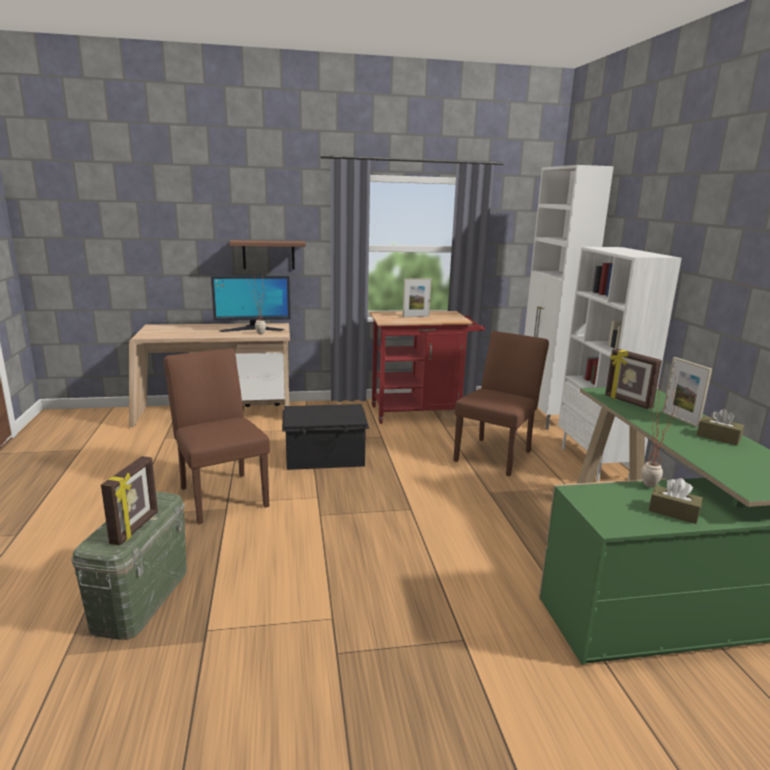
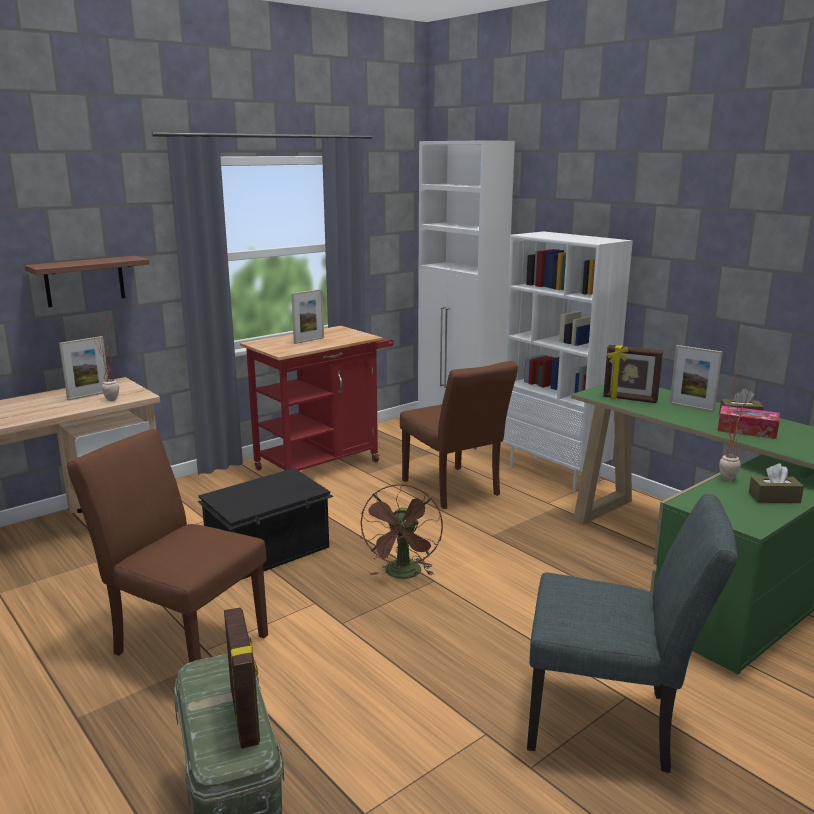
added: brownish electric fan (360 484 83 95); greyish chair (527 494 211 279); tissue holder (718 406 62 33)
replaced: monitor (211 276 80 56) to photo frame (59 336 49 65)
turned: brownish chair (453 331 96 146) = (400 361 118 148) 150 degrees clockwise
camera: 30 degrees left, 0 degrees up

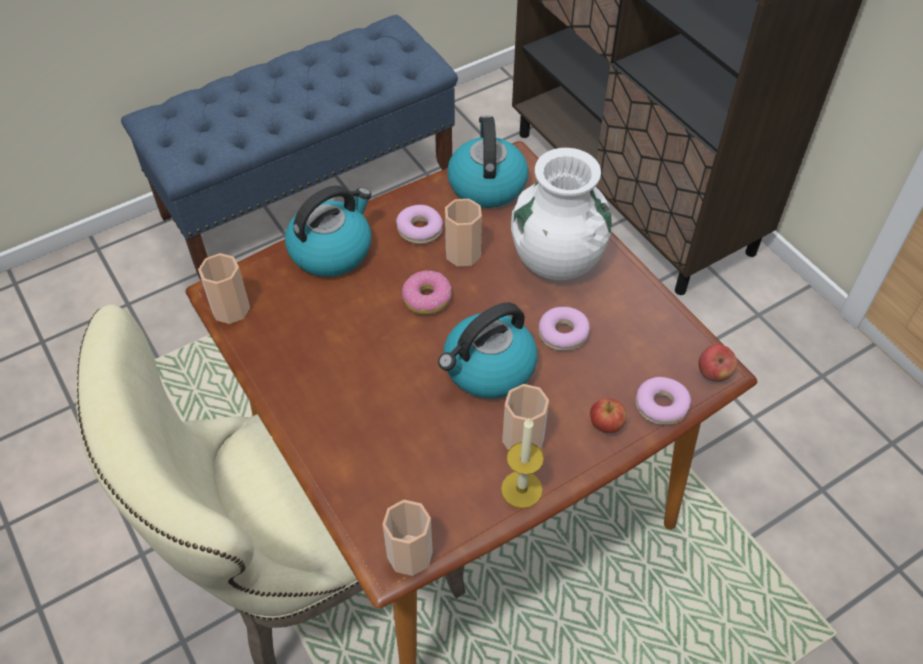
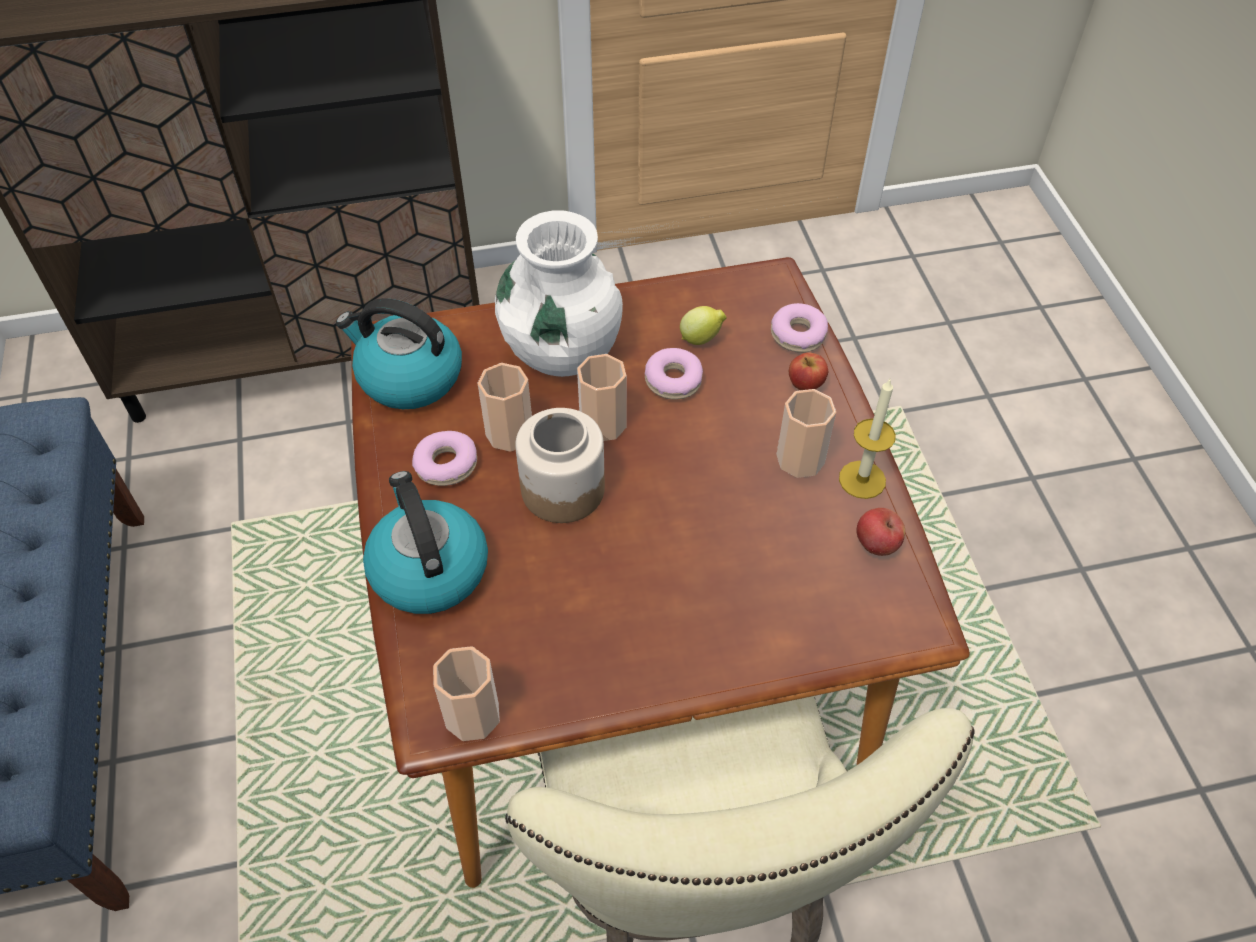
removed: kettle (438 302 99 96)
added: citrus fruit (680 306 47 39)
moved: drinking cup (382 500 51 76) to (577 354 50 87); apple (699 344 38 38) to (857 508 48 48)
replaced: ring doughnut (402 271 50 43) to preserve jar (515 408 90 115)
camera: 70 degrees left, 0 degrees up

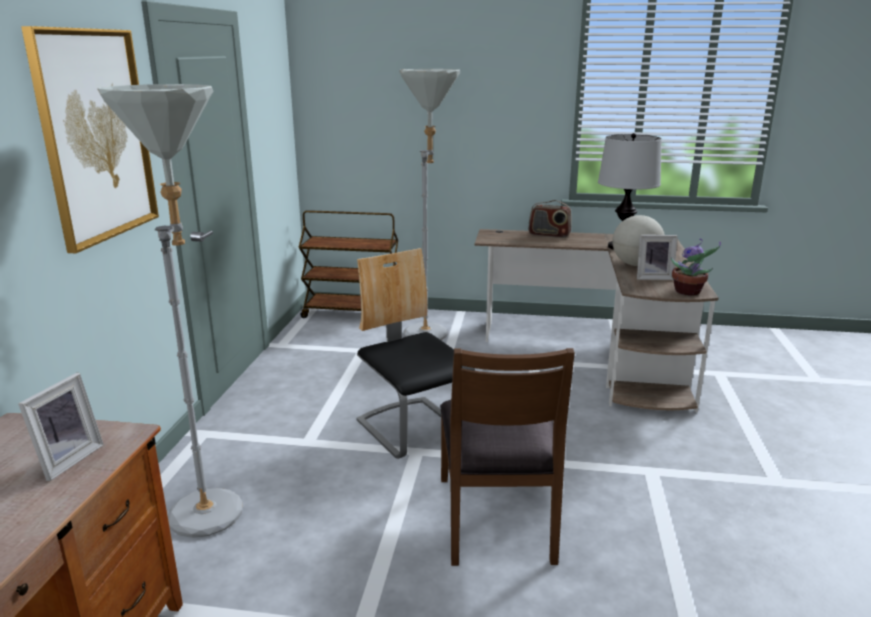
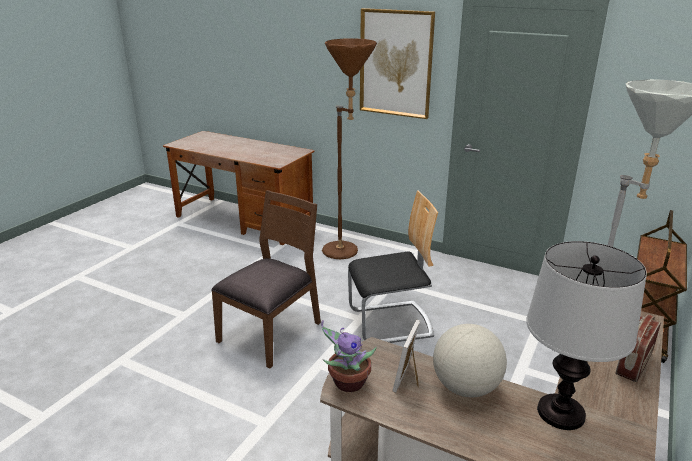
removed: photo frame (18 373 86 108)
recoloured: greyish floor lamp (98 84 145 454) to brownish floor lamp (322 38 55 221)
turned: brownish chair (440 348 135 218) = (211 190 110 178) 105 degrees clockwise
camera: 110 degrees right, 5 degrees up

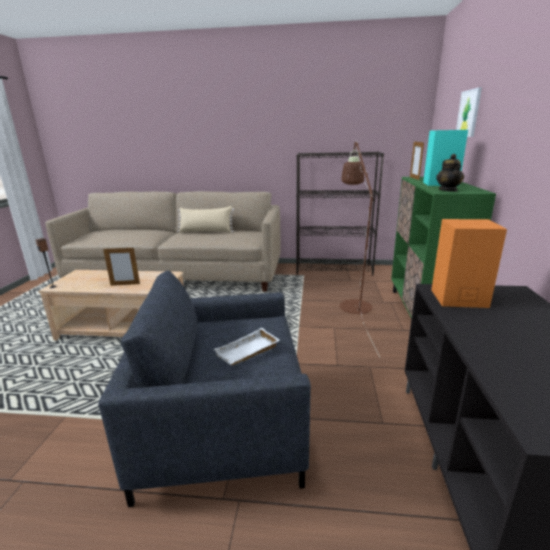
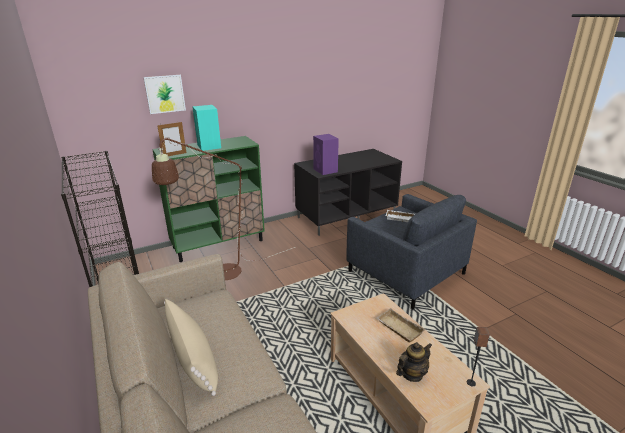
moved: tea pot (436 154 28 38) to (396 342 36 40)
replaced: photo frame (103 247 37 39) to sand-coloured carrying tray (376 308 49 35)
recoloured: orangey speaker (431 219 76 89) to purple-coloured speaker (313 134 26 41)
camera: 125 degrees left, 5 degrees up

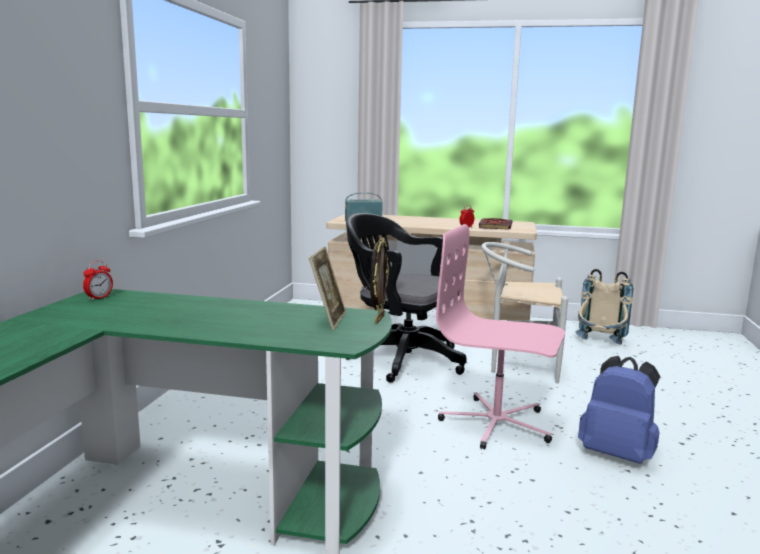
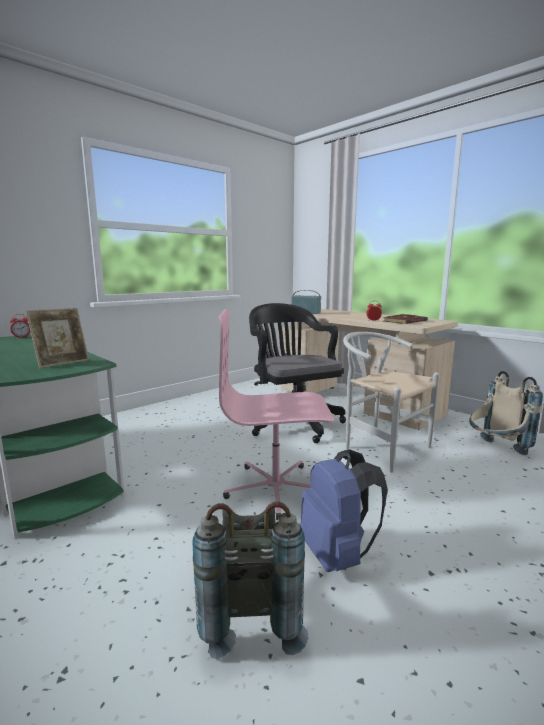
removed: photo frame (370 237 19 87)
added: greyish rucksack (192 502 117 157)
turned: pink desk chair (436 224 129 225) = (219 309 115 211) 60 degrees counterclockwise
camera: 35 degrees right, 0 degrees up

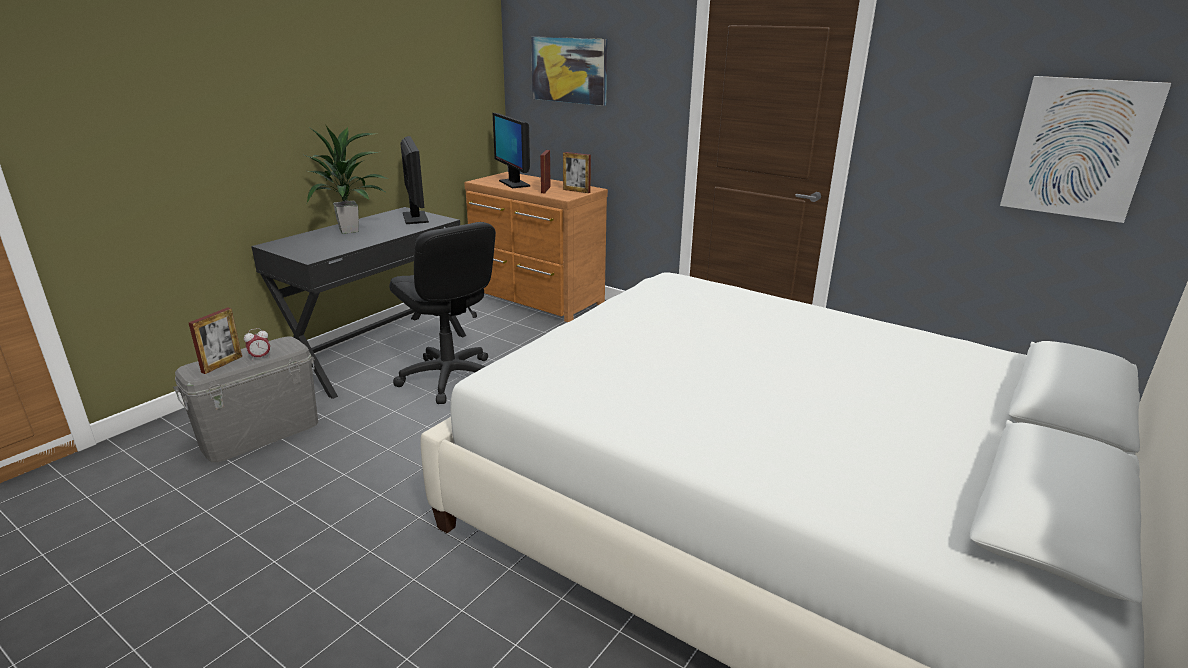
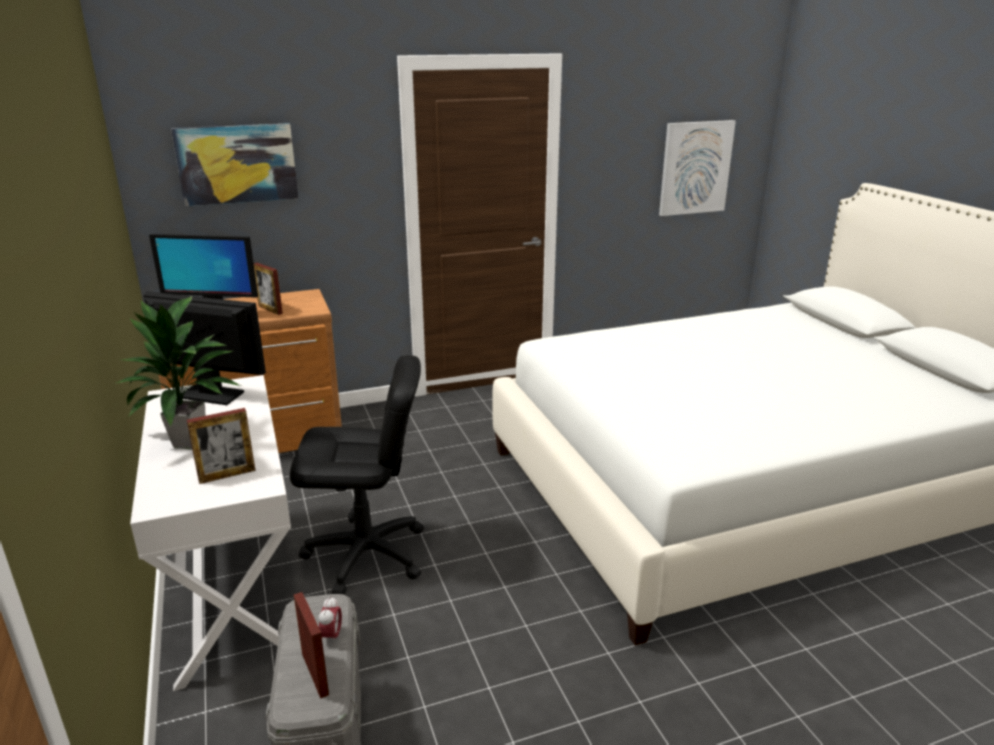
moved: photo frame (563 152 28 41) to (187 408 69 76)
recoloured: black-coloured desk (251 207 215 192) to white-coloured desk (130 375 161 316)
camera: 55 degrees left, 0 degrees up

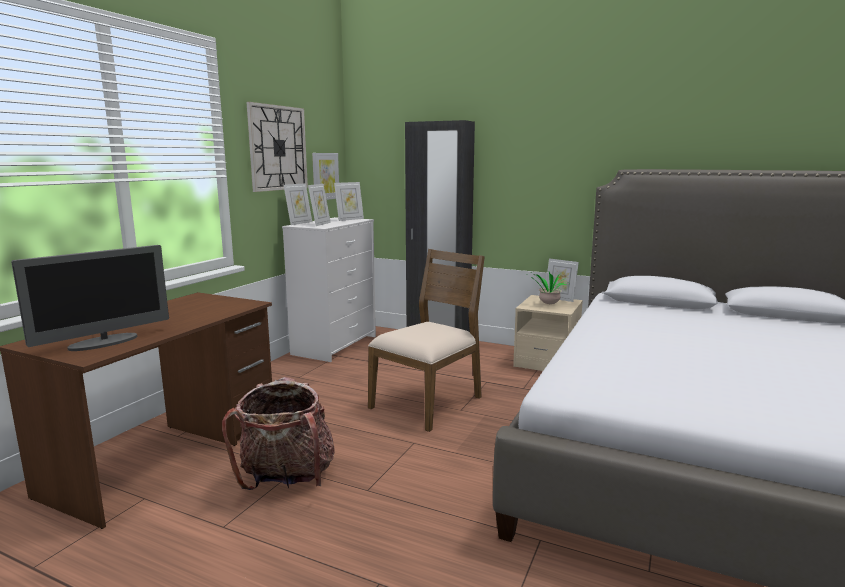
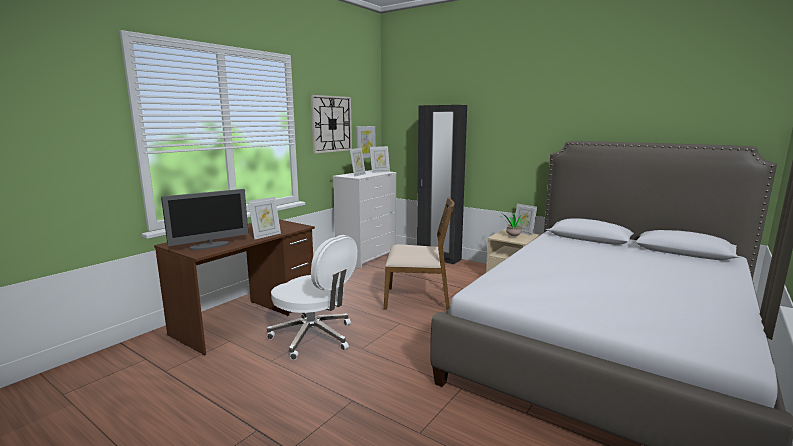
moved: photo frame (284 183 28 42) to (248 197 33 42)
replaced: rucksack (222 377 113 113) to white-coloured desk chair (267 235 90 125)
turned: brownish chair (368 249 117 183) = (384 197 70 113) 45 degrees clockwise
camera: 10 degrees right, 0 degrees up

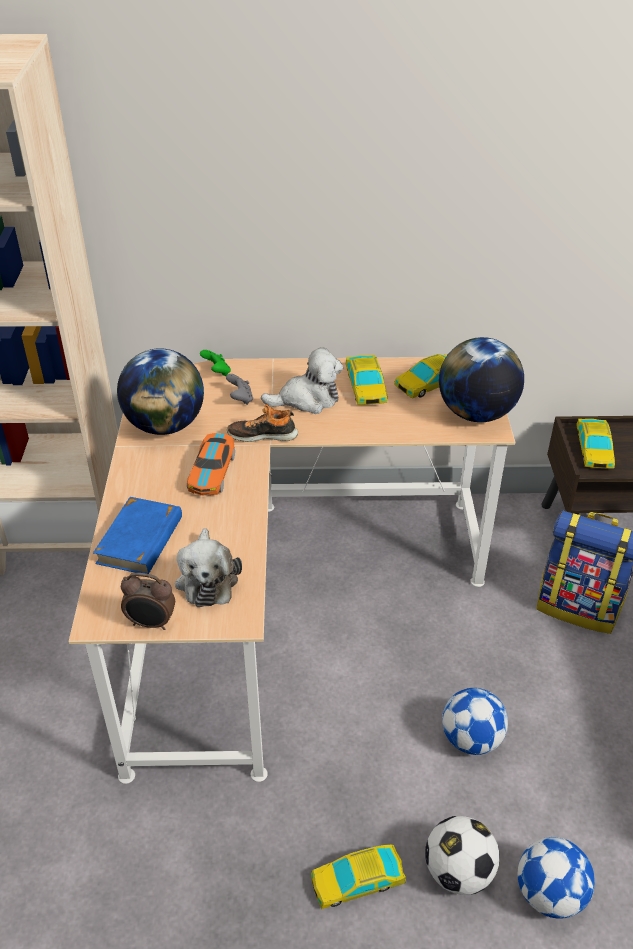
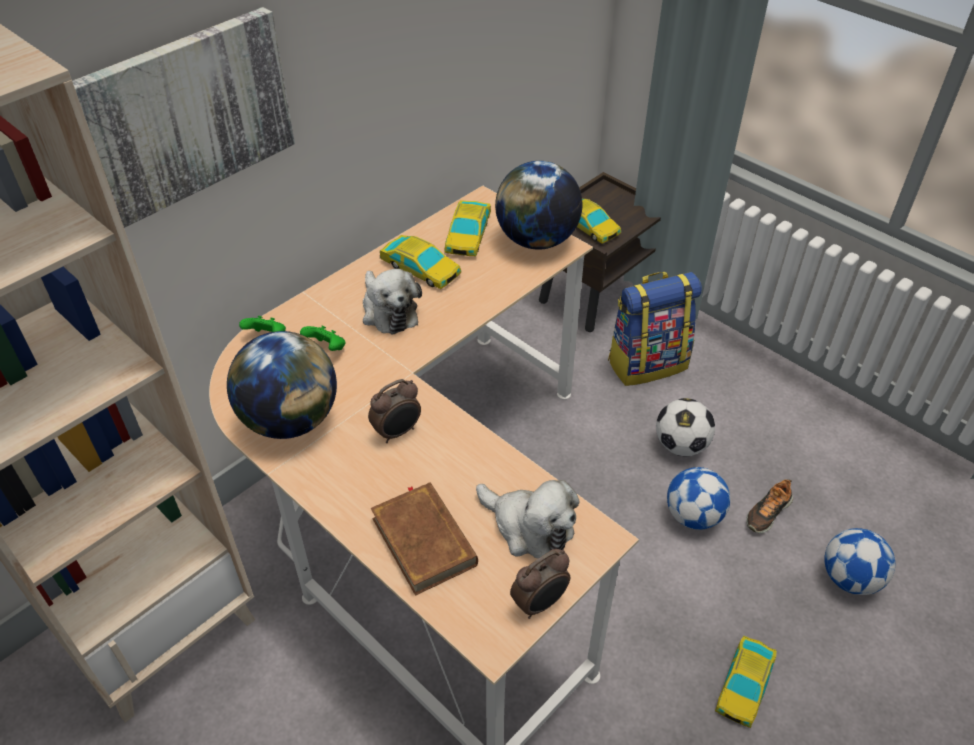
added: wall picture (72 7 223 221)
moved: low shoe (227 404 71 38) to (746 479 47 54); football ball (425 816 75 79) to (656 398 59 58)
replaced: model car (187 433 48 63) to alarm clock (368 379 53 64)
recoloured: blue-coloured bound book (93 497 89 77) to brownish bound book (371 482 107 114); greyish joypad (226 374 27 31) to greenish joypad (300 326 45 25)
turned: plush toy (261 347 82 67) = (363 269 59 66) 120 degrees clockwise
camera: 45 degrees left, 5 degrees up

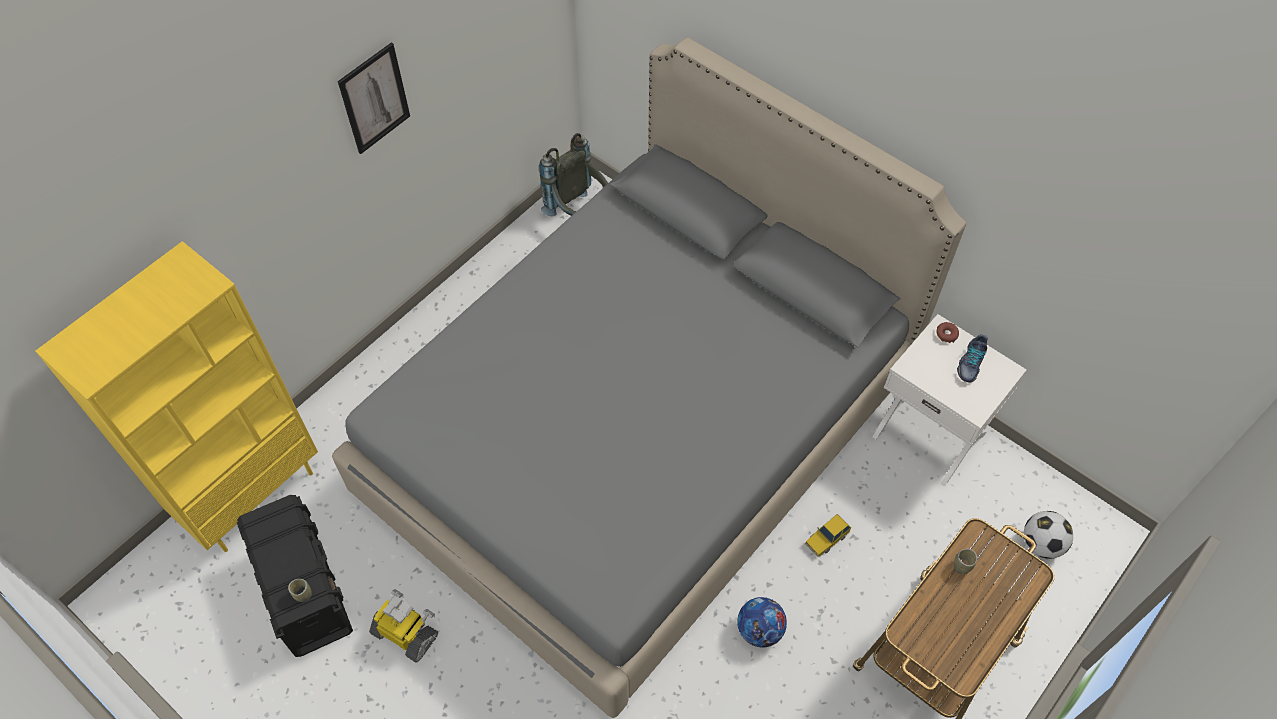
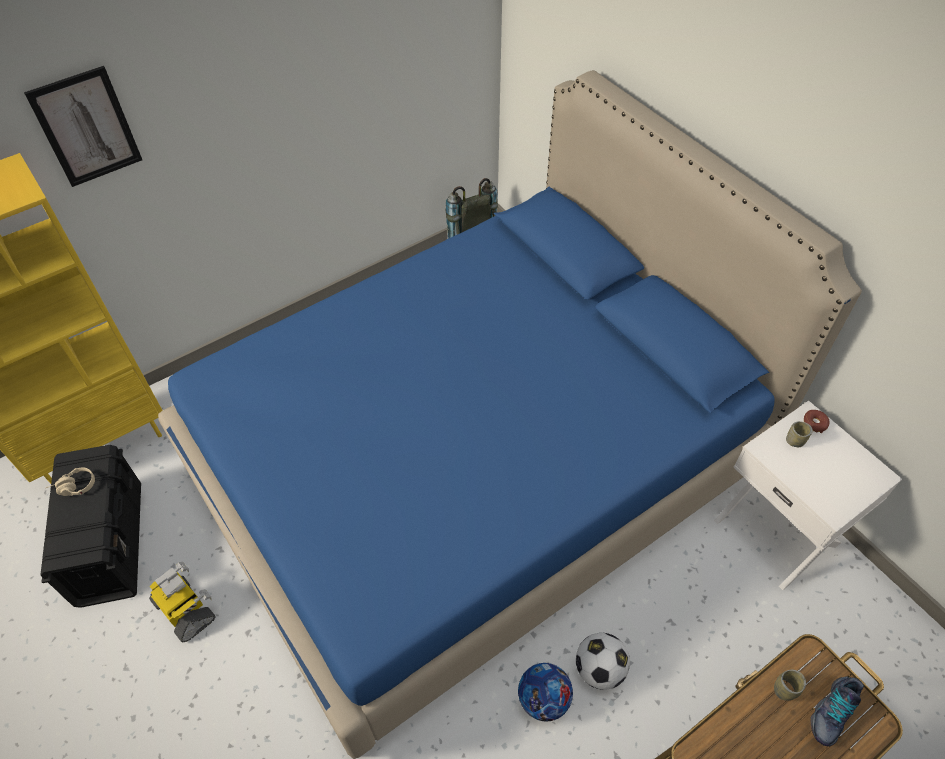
removed: model car (805 514 46 44)
added: sand-coloured headphones (46 467 49 29)
moved: drinking cup (288 579 24 23) to (786 421 27 26); wall picture (338 42 72 112) to (24 66 118 121); low shoe (957 334 31 49) to (811 677 53 69); football ball (1024 511 49 48) to (576 633 54 57)
recoloured: greyish sleeping bed (332 37 635 681) to blue-coloured sleeping bed (158 70 704 689)
camera: 15 degrees right, 5 degrees down

